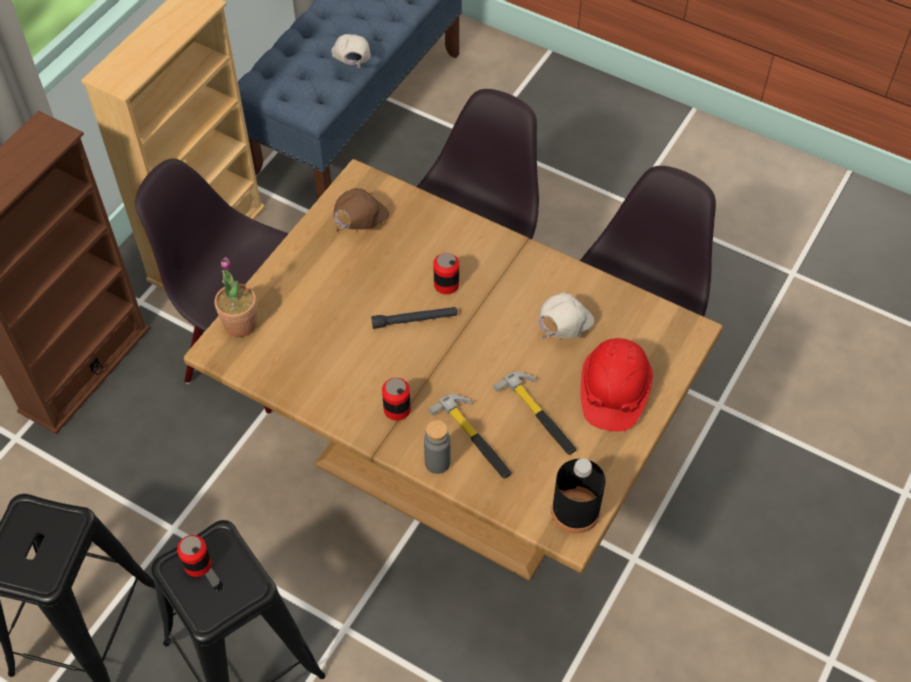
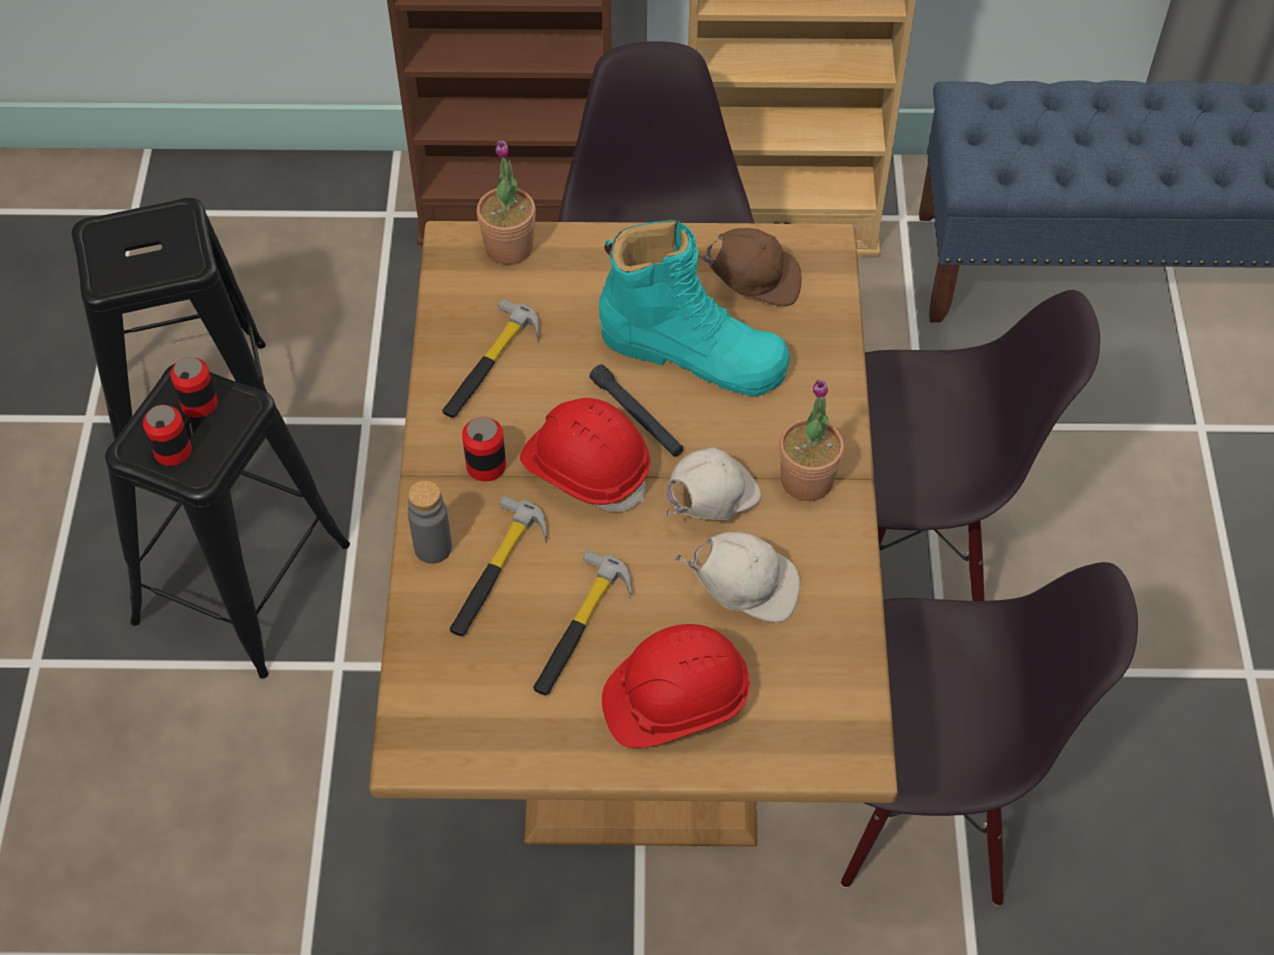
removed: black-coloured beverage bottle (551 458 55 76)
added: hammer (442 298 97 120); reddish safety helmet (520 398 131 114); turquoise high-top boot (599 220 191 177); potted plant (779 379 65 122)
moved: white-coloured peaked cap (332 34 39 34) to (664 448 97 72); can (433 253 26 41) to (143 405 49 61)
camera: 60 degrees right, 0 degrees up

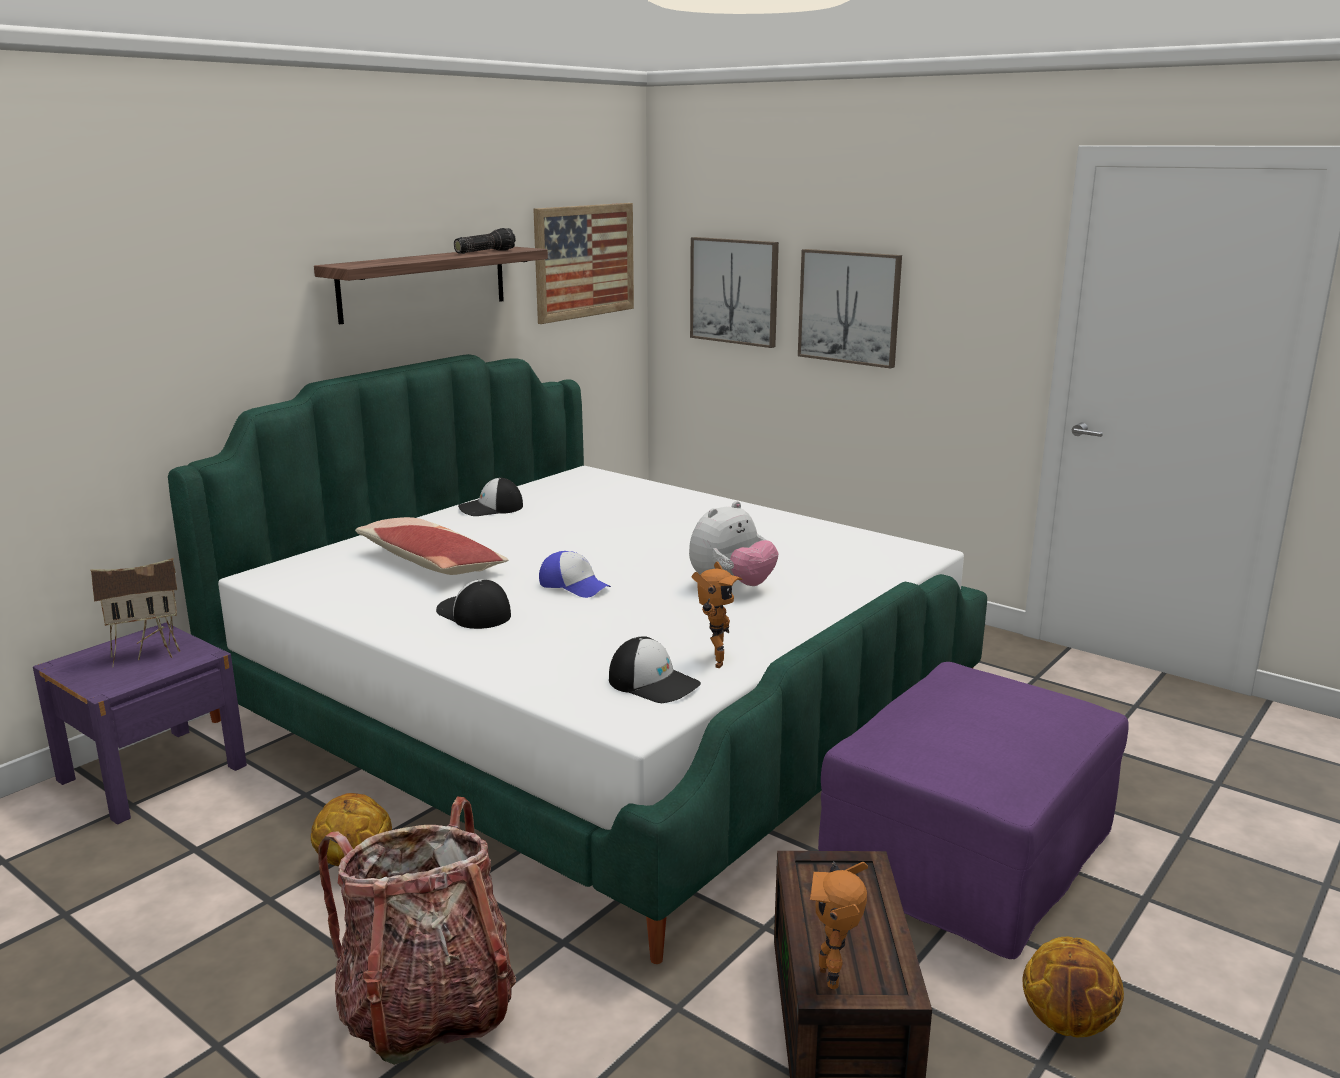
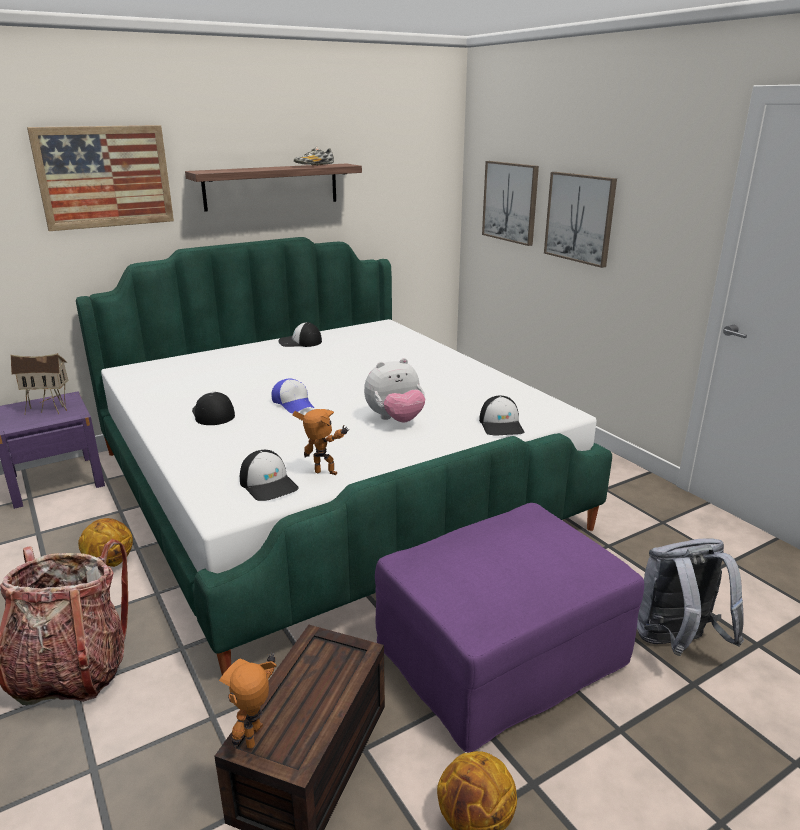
removed: cushion (355 517 153 58)
added: peaked cap (479 396 46 39); greyish rucksack (637 538 107 118)
moved: wall picture (533 203 101 121) to (27 125 147 106)
replaced: flashlight (454 228 62 26) to low shoe (294 147 40 19)
turned: model robot (692 562 50 106) = (292 409 57 66) 105 degrees counterclockwise
camera: 20 degrees right, 5 degrees up

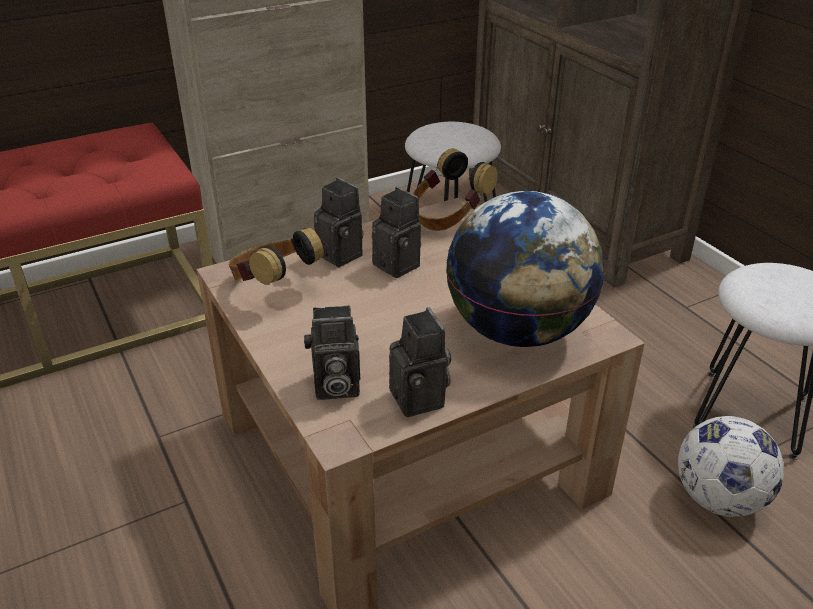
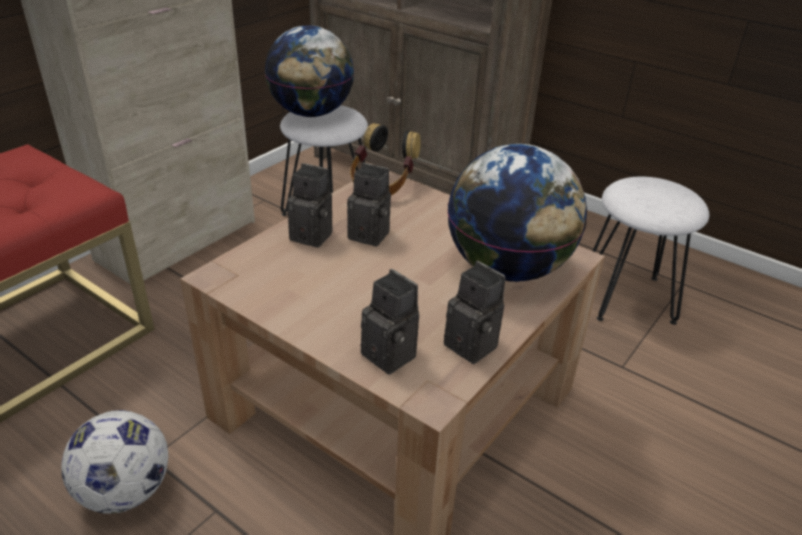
removed: headphones (229 227 95 58)
added: world globe (265 25 89 92)
moved: football ball (678 416 106 101) to (61 410 107 104)
turned: still camera (304 305 56 95) = (361 269 58 106) 105 degrees counterclockwise
camera: 25 degrees left, 0 degrees up

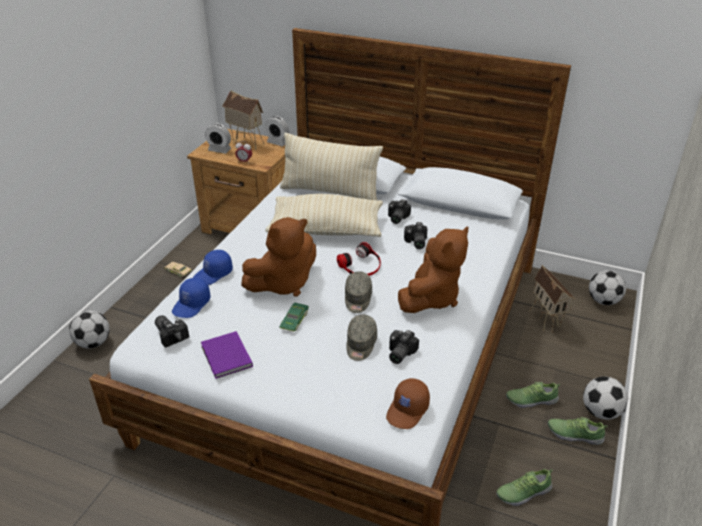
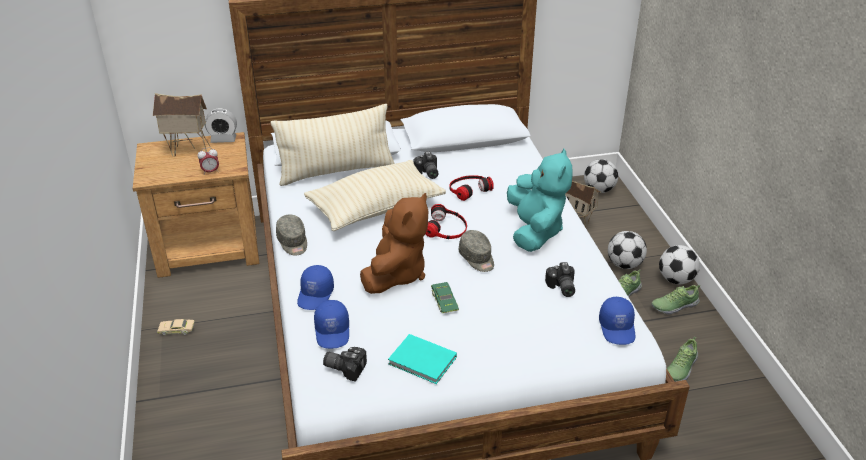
removed: alarm clock (205 123 26 31)
moved: football ball (69 311 41 37) to (608 231 39 38); greyish peaked cap (347 315 30 46) to (276 214 31 42)
replaced: still camera (404 222 23 27) to headphones (449 175 45 26)
recoloured: purple-coloured bound book (201 331 52 48) to turquoise bound book (388 334 69 50); brownish peaked cap (386 378 44 51) to blue-coloured peaked cap (599 297 36 48); brownish plush toy (398 227 70 86) to turquoise plush toy (507 148 66 104)
camera: 35 degrees left, 0 degrees up

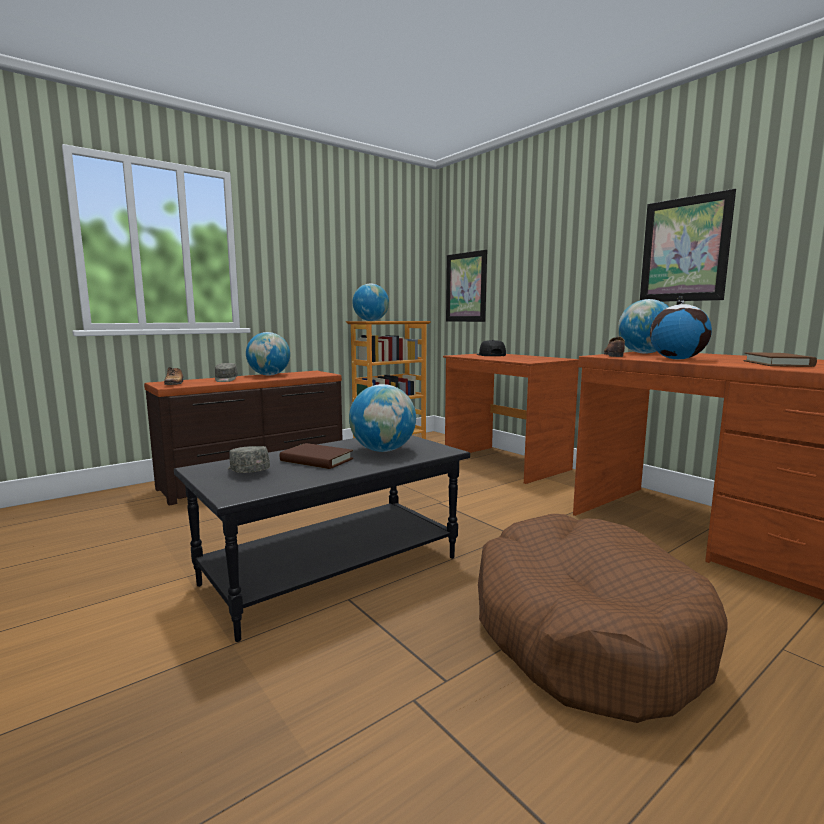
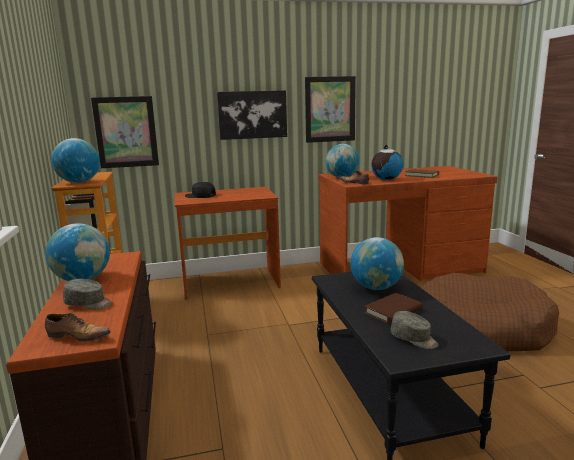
added: wall picture (217 90 70 50)
turned: greyish peaked cap (228 446 42 27) = (391 311 47 38) 120 degrees counterclockwise
camera: 65 degrees left, 5 degrees up

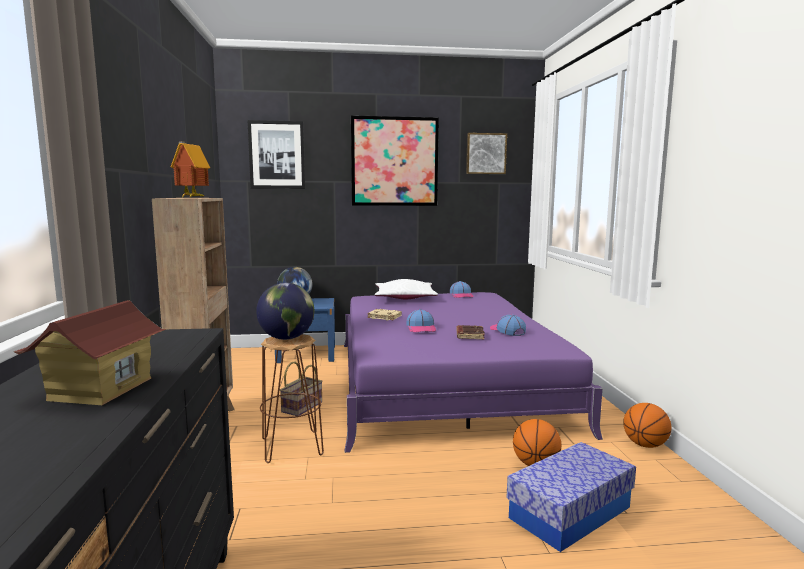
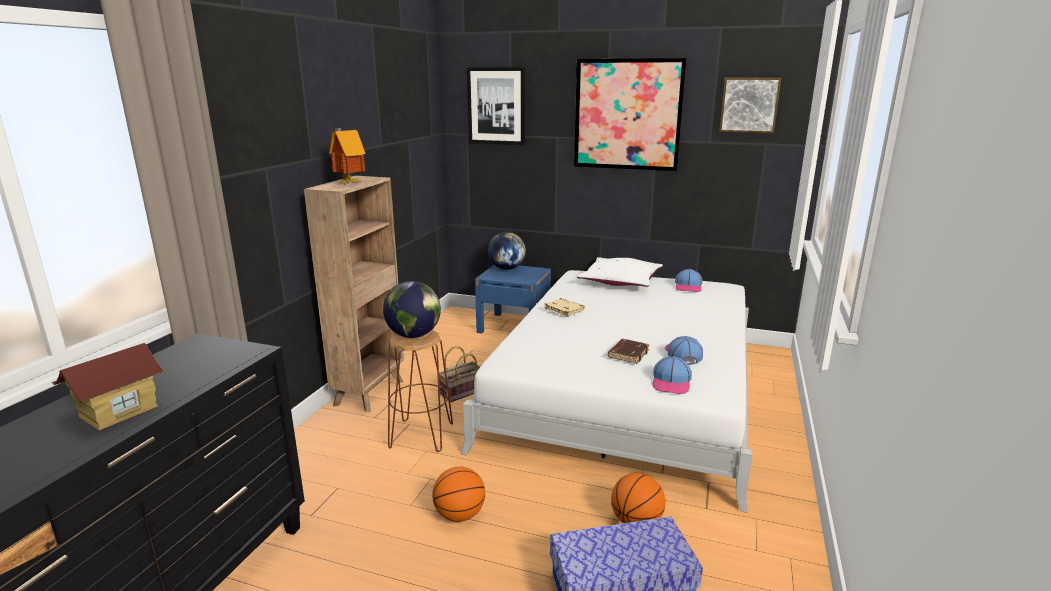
moved: peaked cap (406 309 30 23) to (653 356 39 38); basketball ball (623 403 48 45) to (432 467 53 55)
recoloured: purple-coloured sleeping bed (344 292 259 161) to white-coloured sleeping bed (461 270 291 243)
camera: 25 degrees right, 10 degrees up

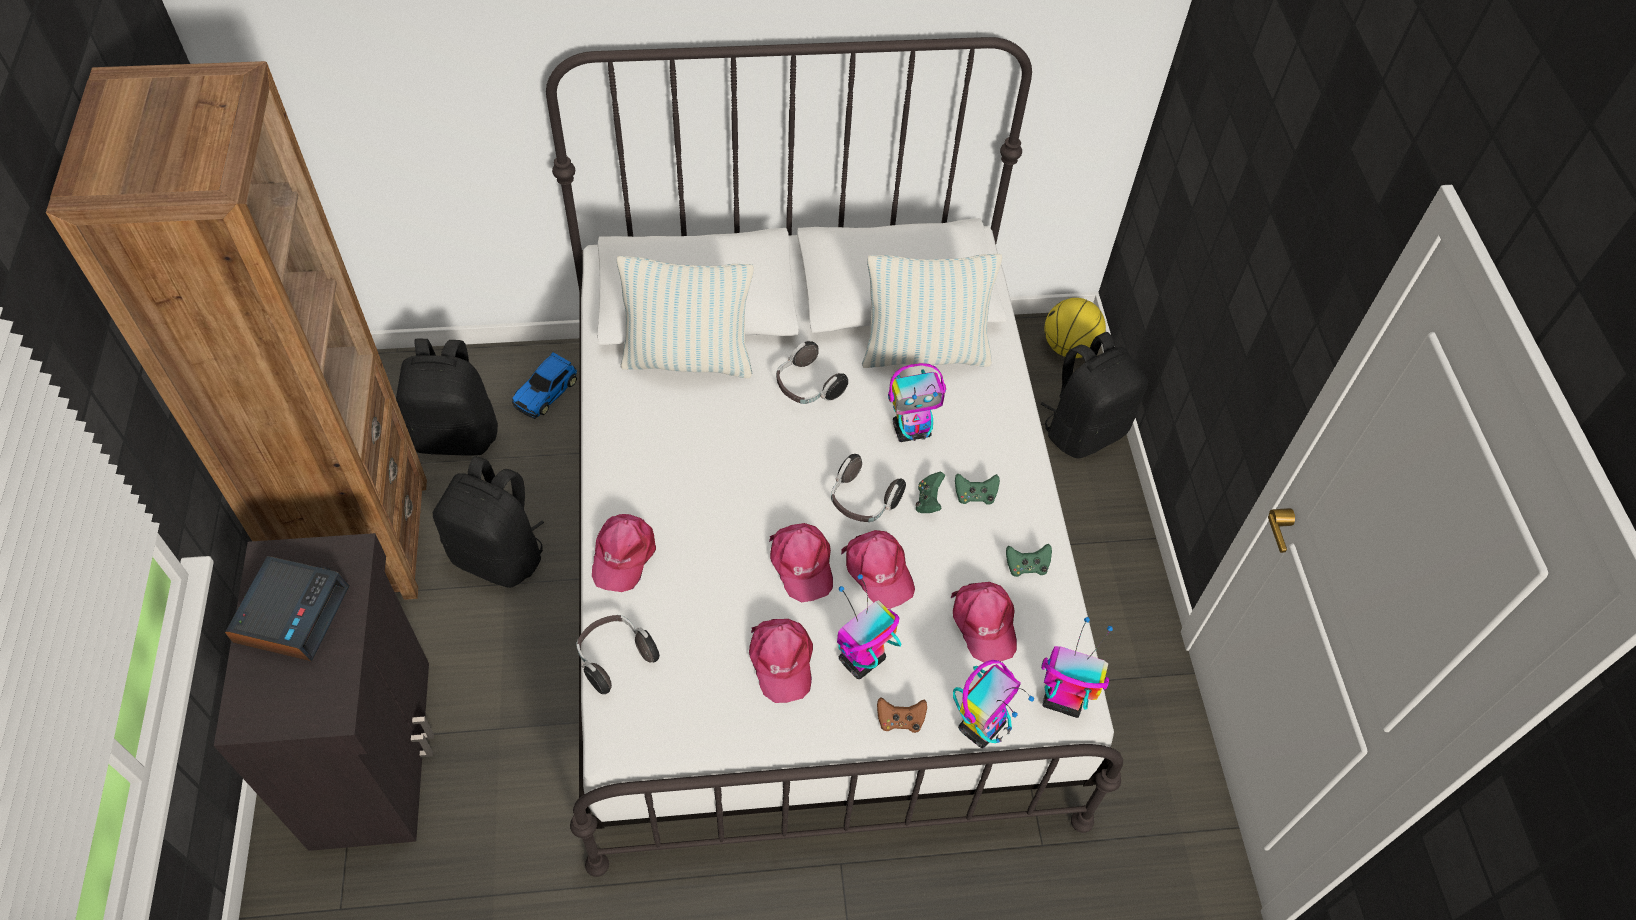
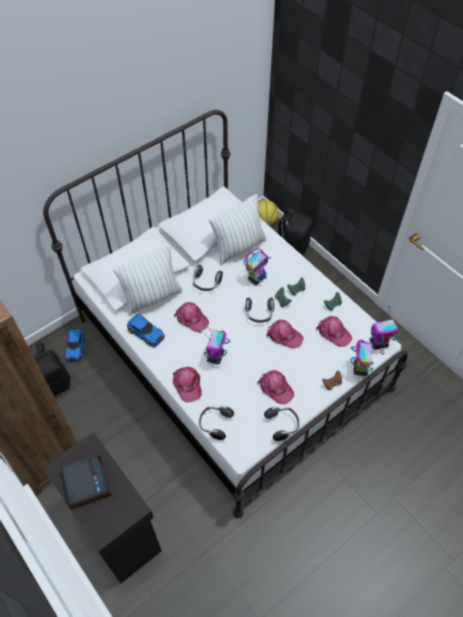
removed: black-coloured rucksack (433 456 111 132)
added: model car (127 313 38 34); headphones (264 407 35 34)
moved: pink peaked cap (769 523 64 79) to (174 302 35 30); model robot (837 574 65 105) to (199 323 31 41)
camera: 30 degrees left, 0 degrees up

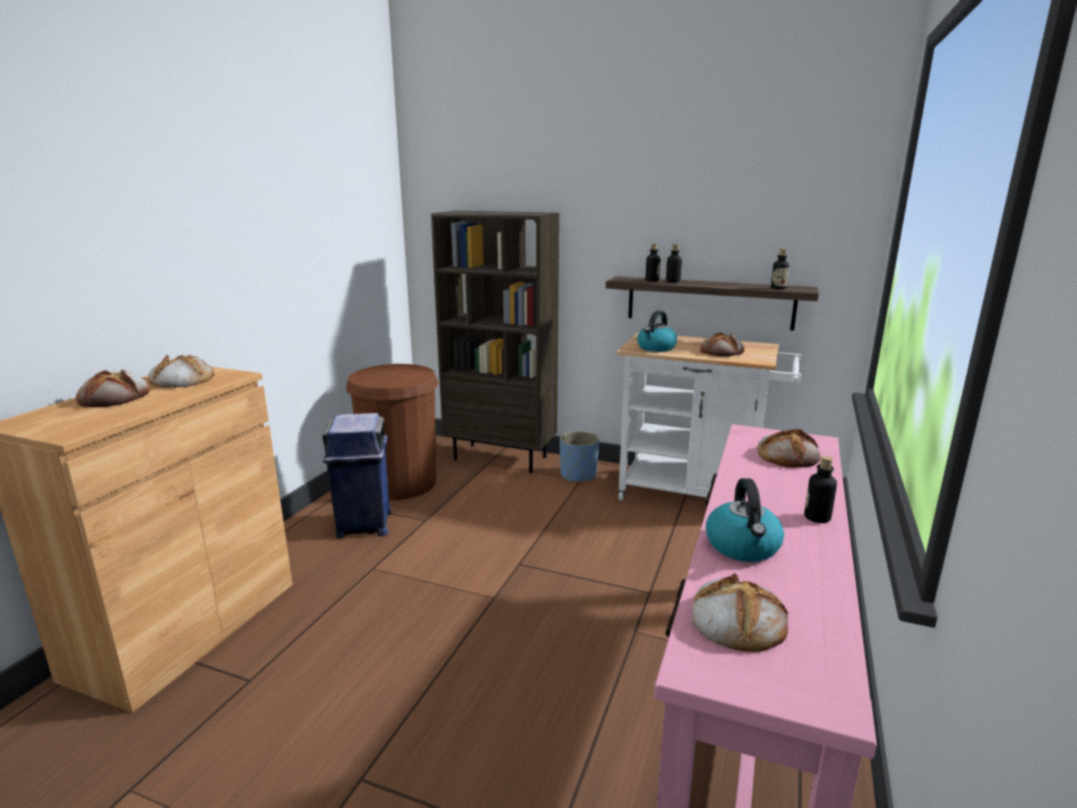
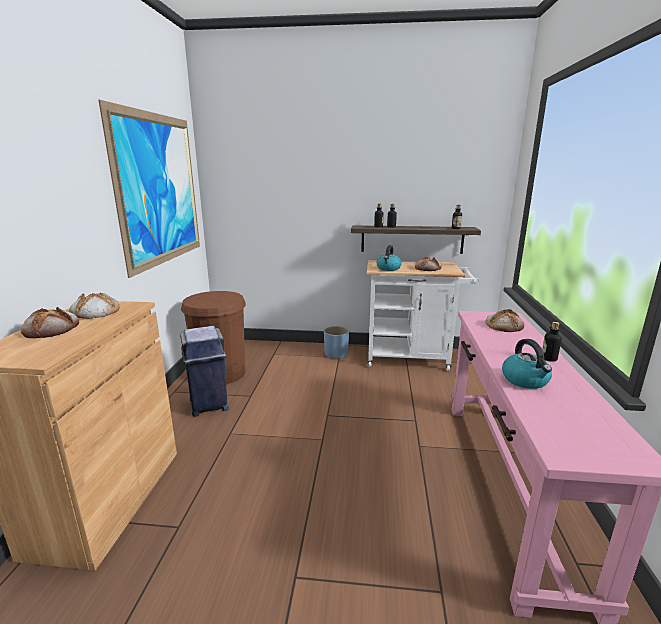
removed: brownish shelving unit (431 211 128 262); bread (692 573 96 79)
added: wall picture (98 100 102 178)
camera: 15 degrees left, 0 degrees up

